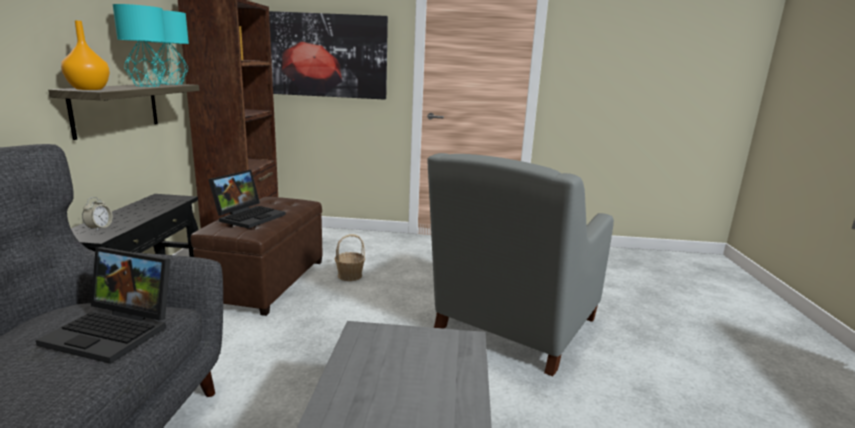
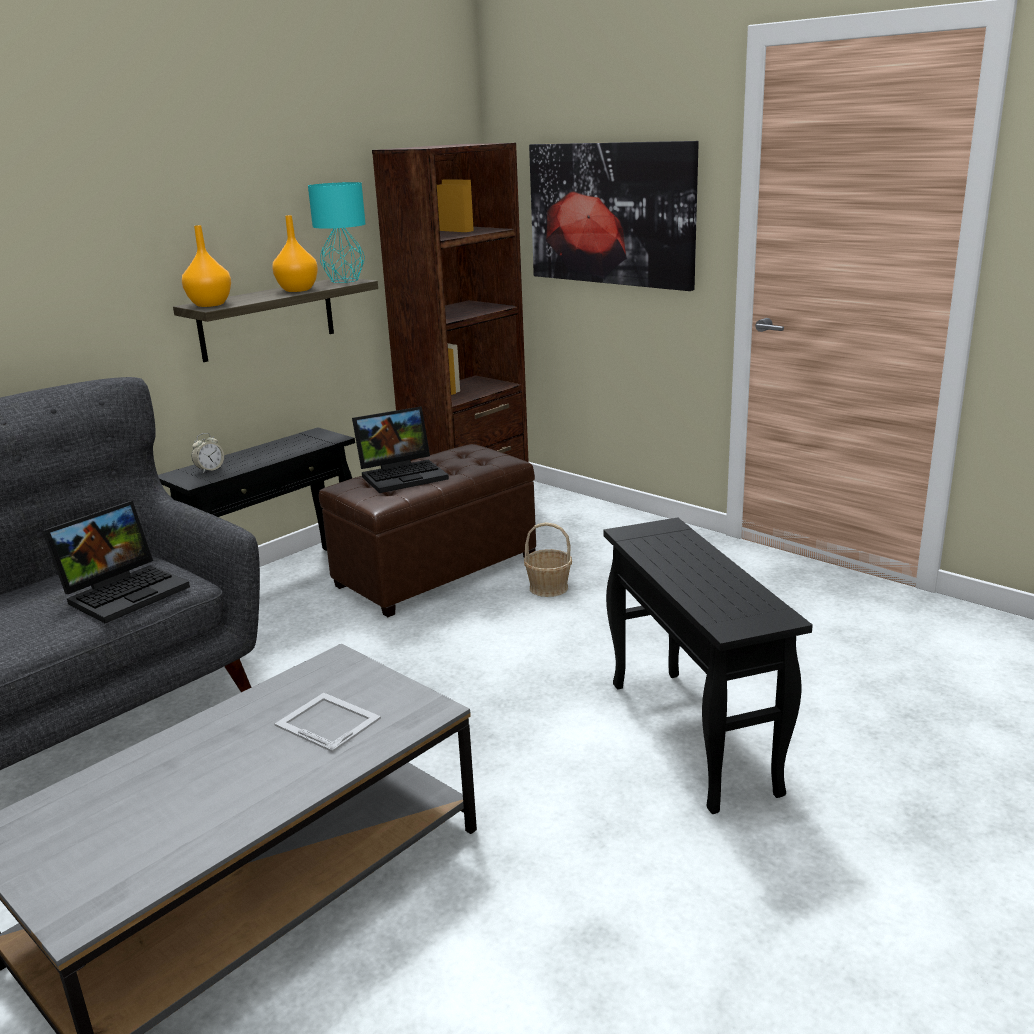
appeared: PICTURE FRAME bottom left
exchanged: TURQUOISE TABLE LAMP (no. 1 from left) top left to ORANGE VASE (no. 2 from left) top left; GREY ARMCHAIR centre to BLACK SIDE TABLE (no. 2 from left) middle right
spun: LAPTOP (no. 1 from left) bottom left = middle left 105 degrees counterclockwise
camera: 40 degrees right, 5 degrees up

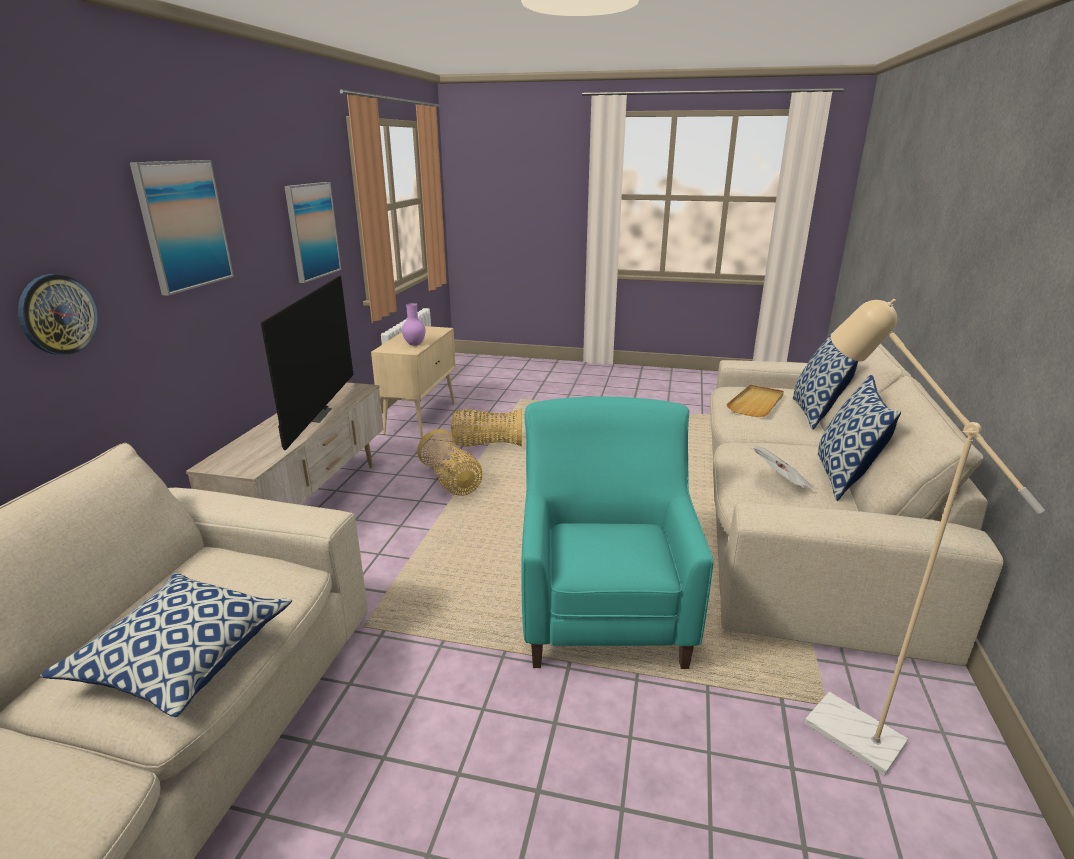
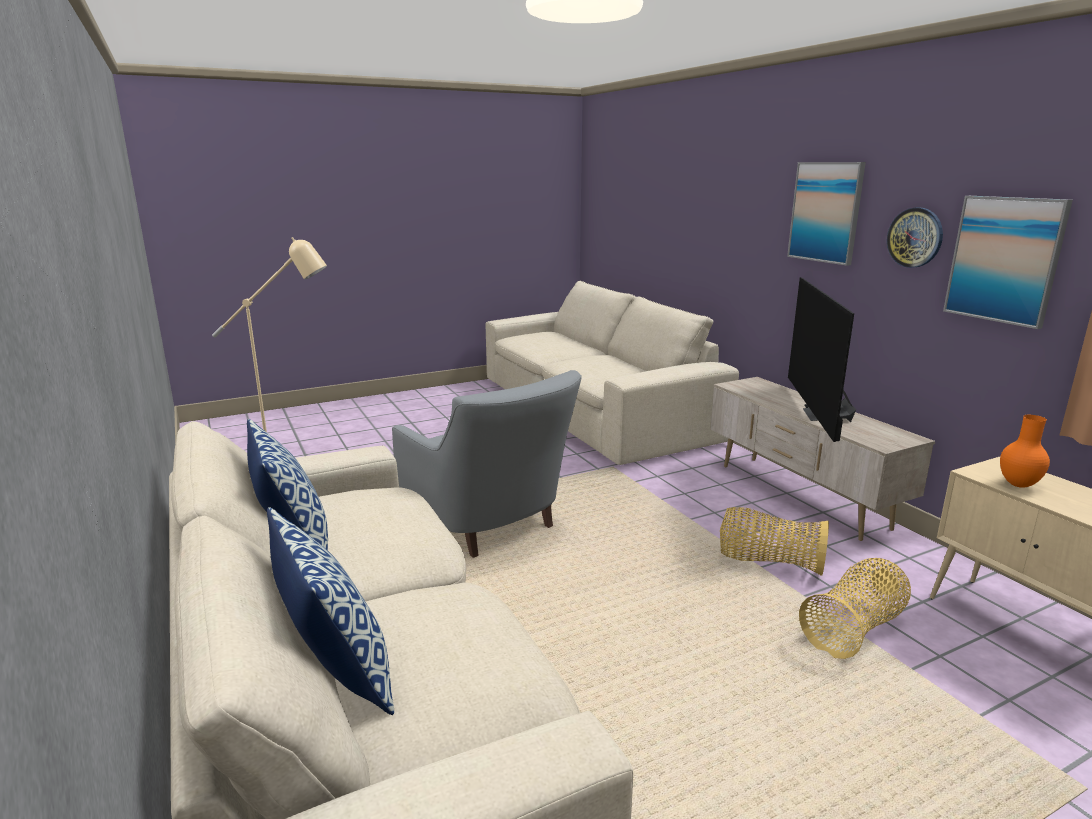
missing: PILLOW (no. 1 from left) bottom left; BEIGE TRAY middle right; NEWSPAPER middle right
relocated: WALL CLOCK middle left to top right
colour: PURPLE VASE centre to ORANGE VASE middle right; TURQUOISE ARMCHAIR centre to GREY ARMCHAIR centre
spun: TELEVISION middle left = middle right 45 degrees clockwise
camera: 140 degrees right, 5 degrees down

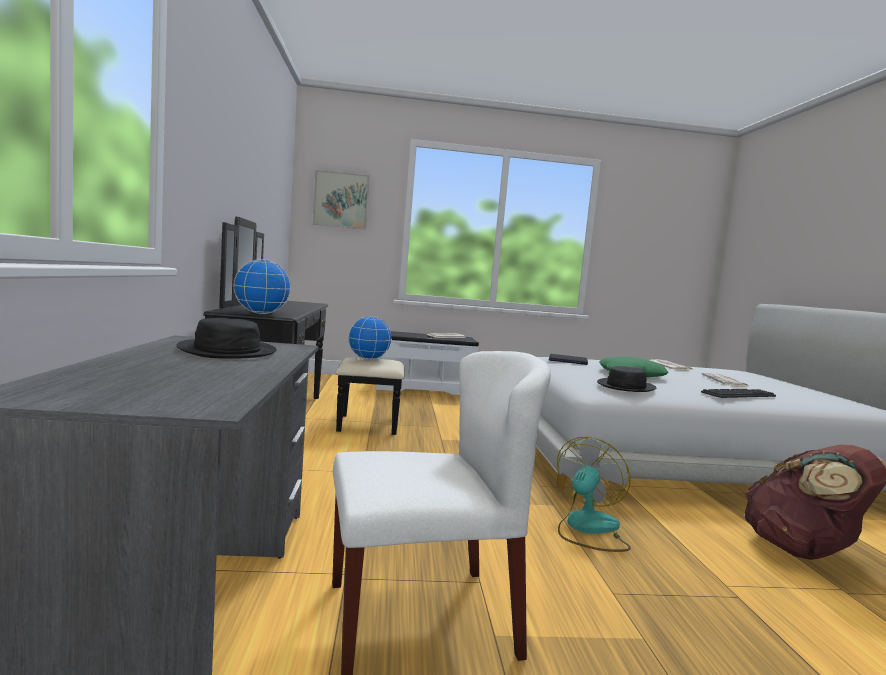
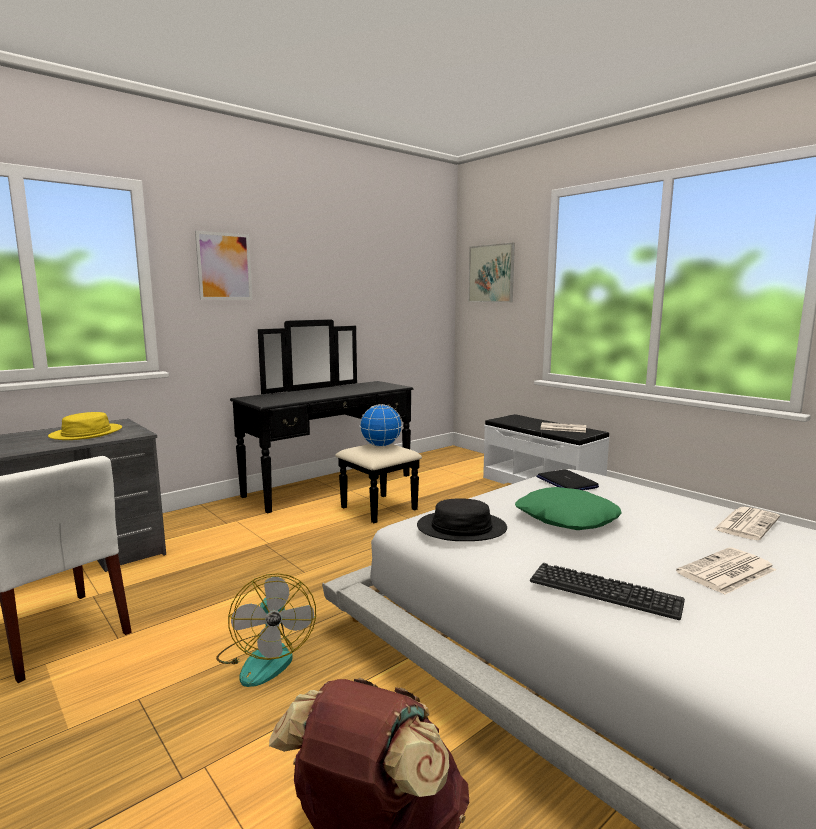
missing: GLOBE (no. 1 from left) middle left
appeared: PICTURE (no. 1 from left) top left
colour: BLACK HAT (no. 1 from left) middle left to YELLOW HAT middle left
spun: FAN bottom right = bottom left 75 degrees clockwise
camera: 55 degrees right, 5 degrees up

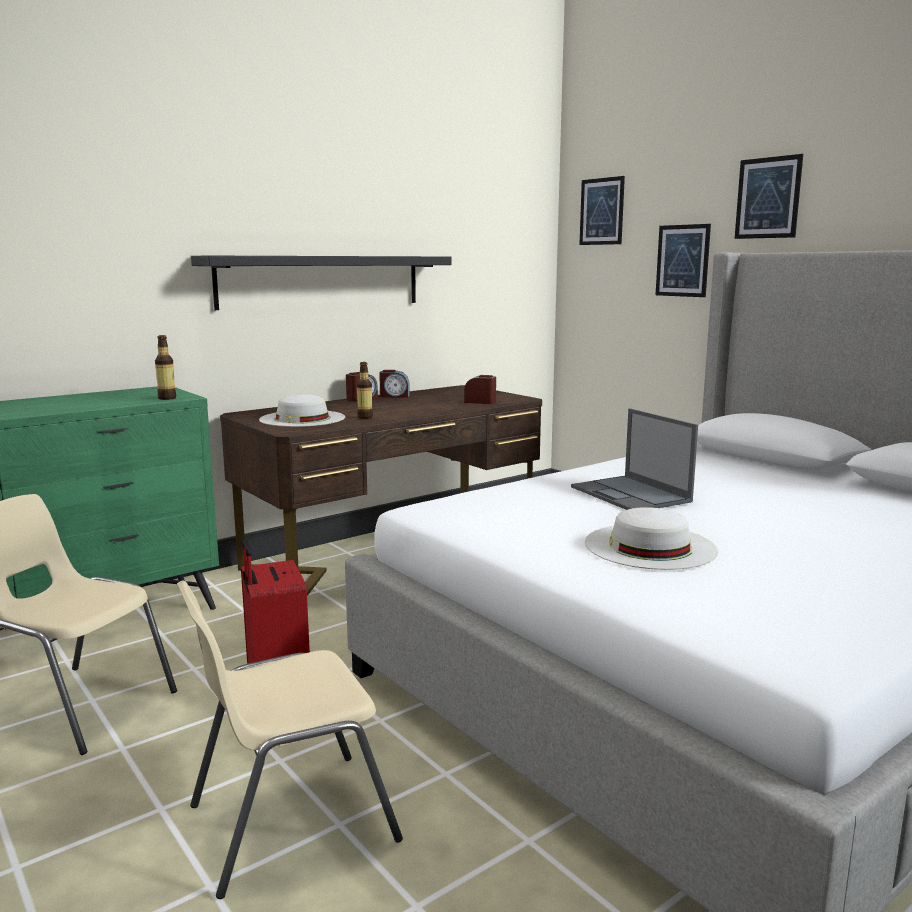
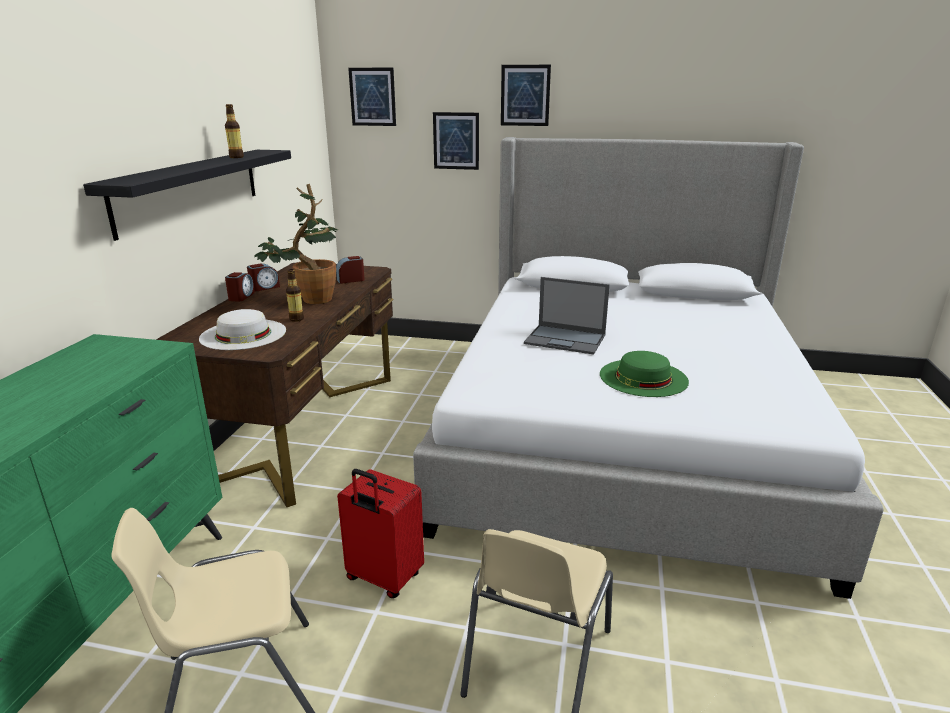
appeared: POTTED PLANT middle left
relocated: BOTTLE (no. 1 from left) middle left to top left
colour: WHITE HAT (no. 2 from left) middle right to GREEN HAT middle right
camera: 40 degrees left, 10 degrees up

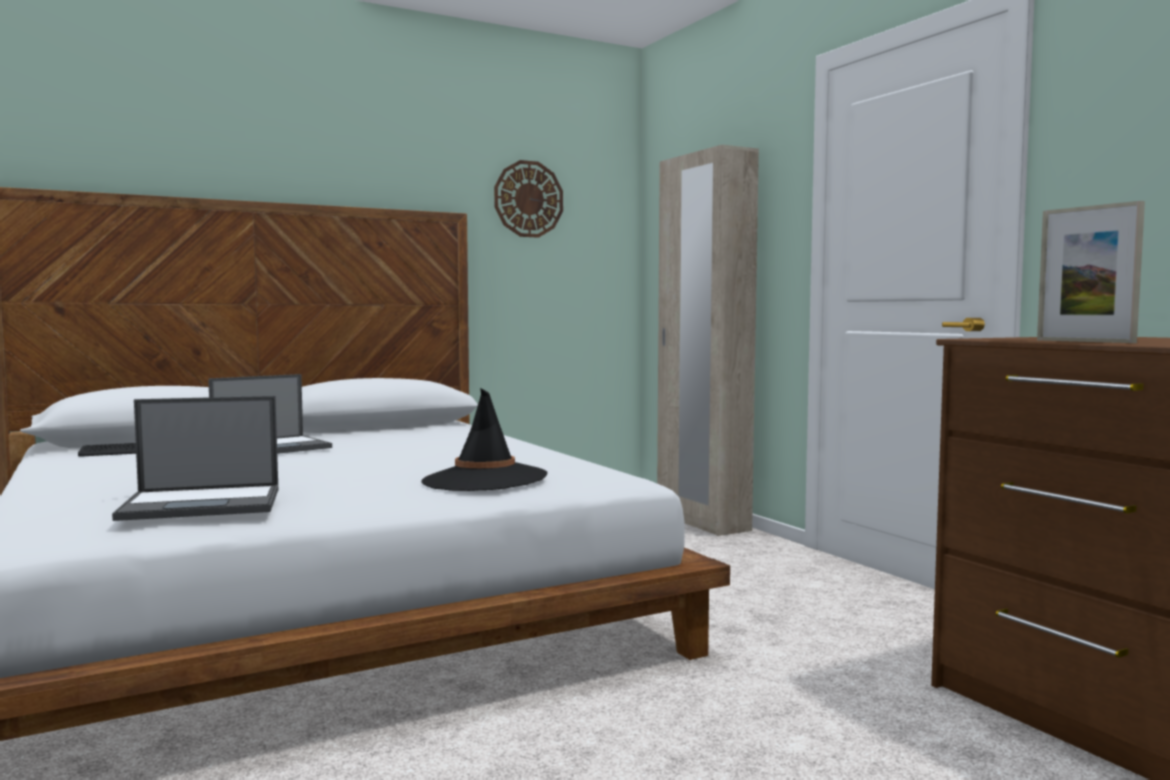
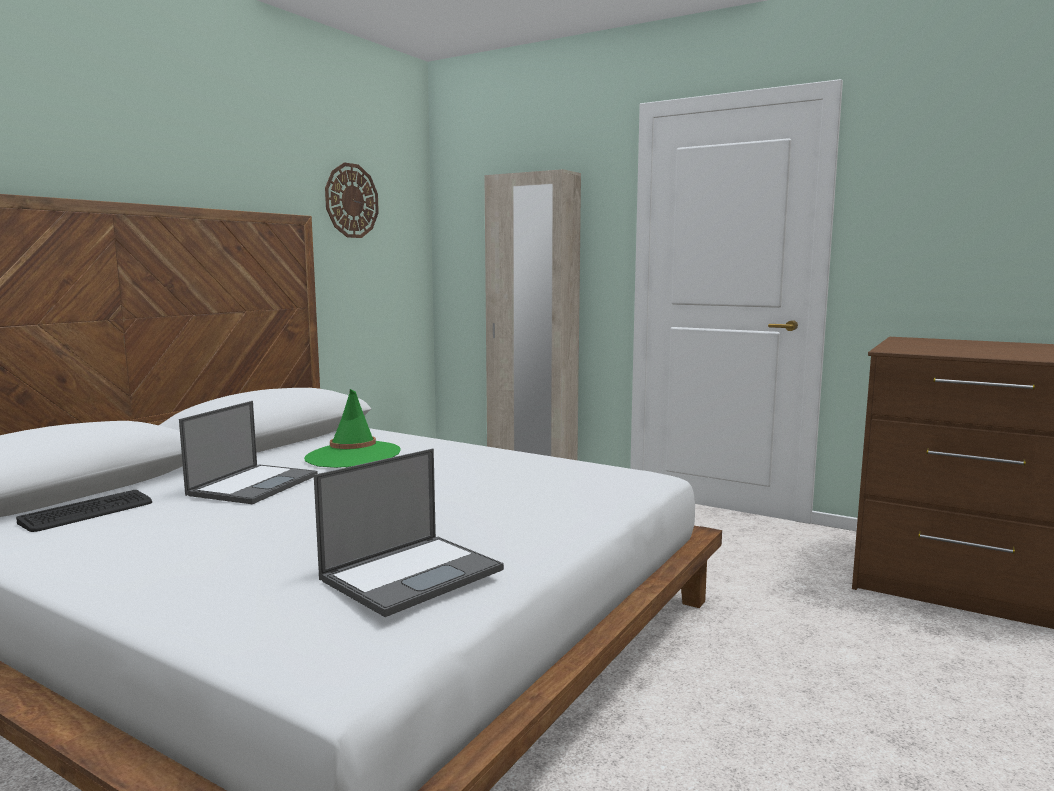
missing: BLACK HAT centre; PICTURE FRAME middle right
appeared: GREEN HAT centre
camera: 30 degrees left, 5 degrees up

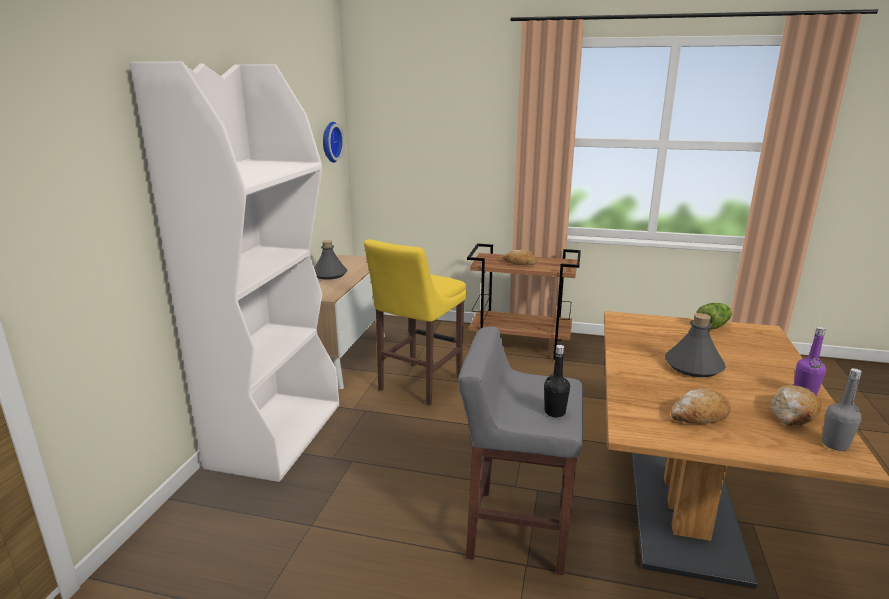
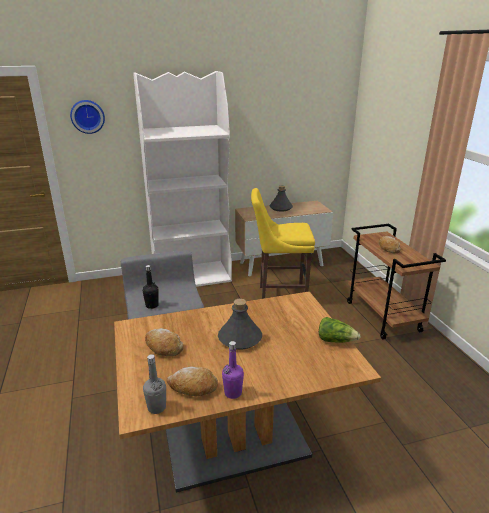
relocated: WALL CLOCK top centre to top left
camera: 60 degrees right, 5 degrees up

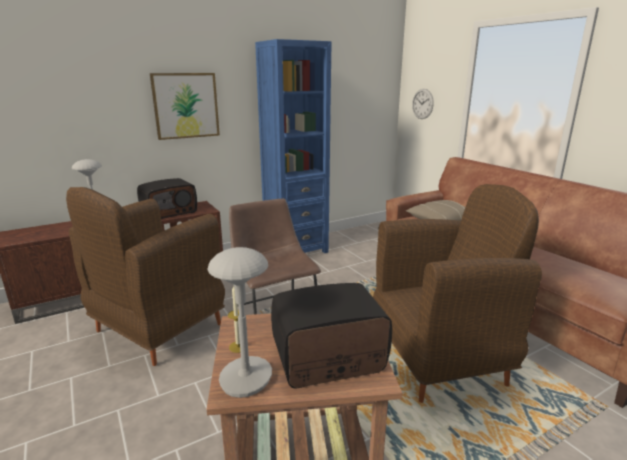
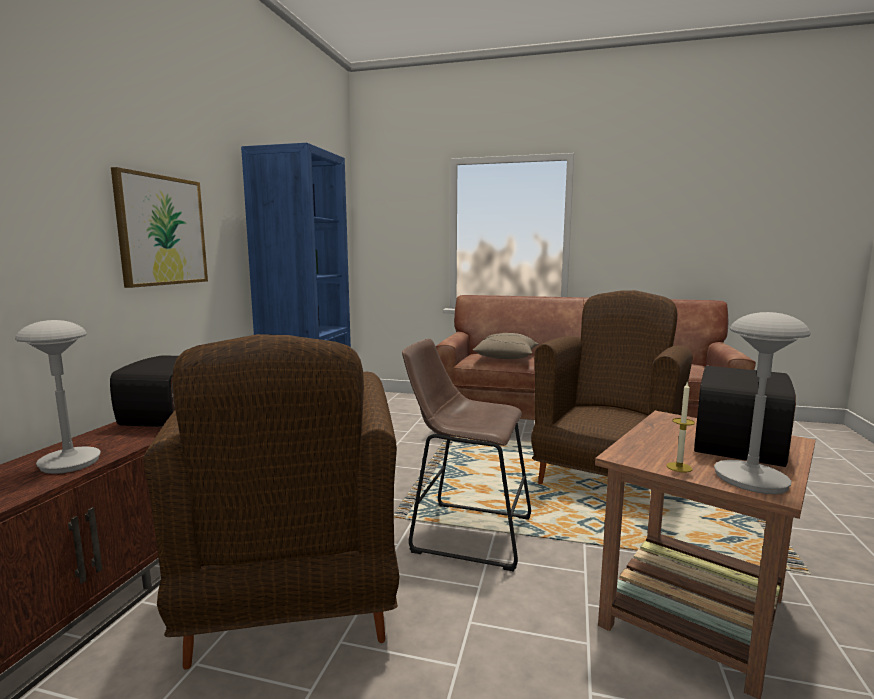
missing: WALL CLOCK top right
camera: 45 degrees left, 10 degrees down

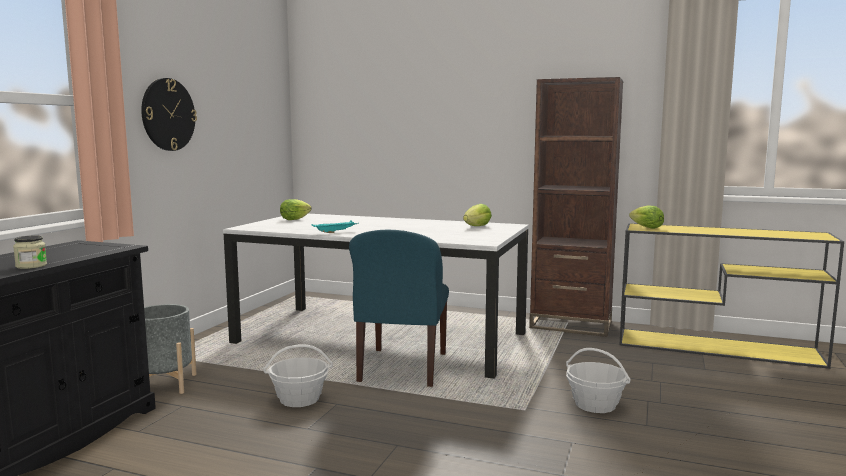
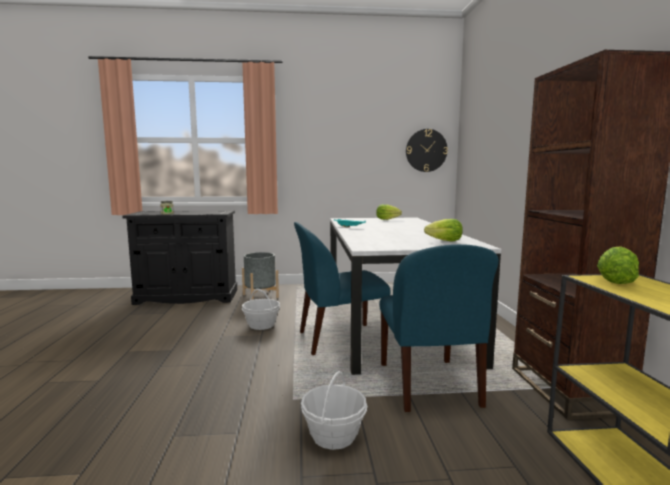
appeared: BLUE CHAIR (no. 2 from left) bottom centre
relocated: WALL CLOCK top left to top centre
camera: 65 degrees right, 0 degrees up

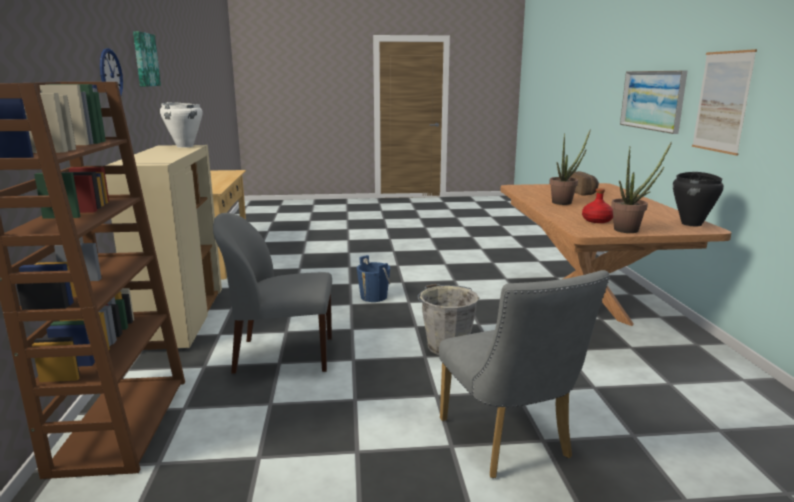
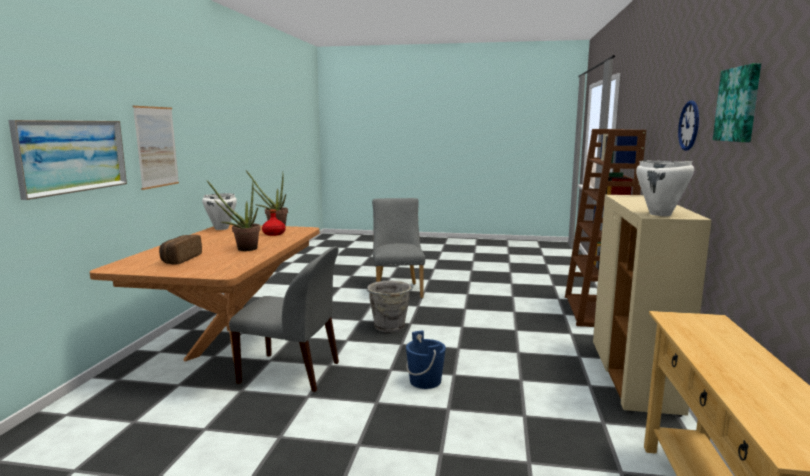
relocated: GREY CHAIR (no. 1 from left) centre to bottom centre
colour: BLACK COOKING POT middle right to WHITE COOKING POT (no. 1 from left) middle left
camera: 165 degrees left, 5 degrees down

